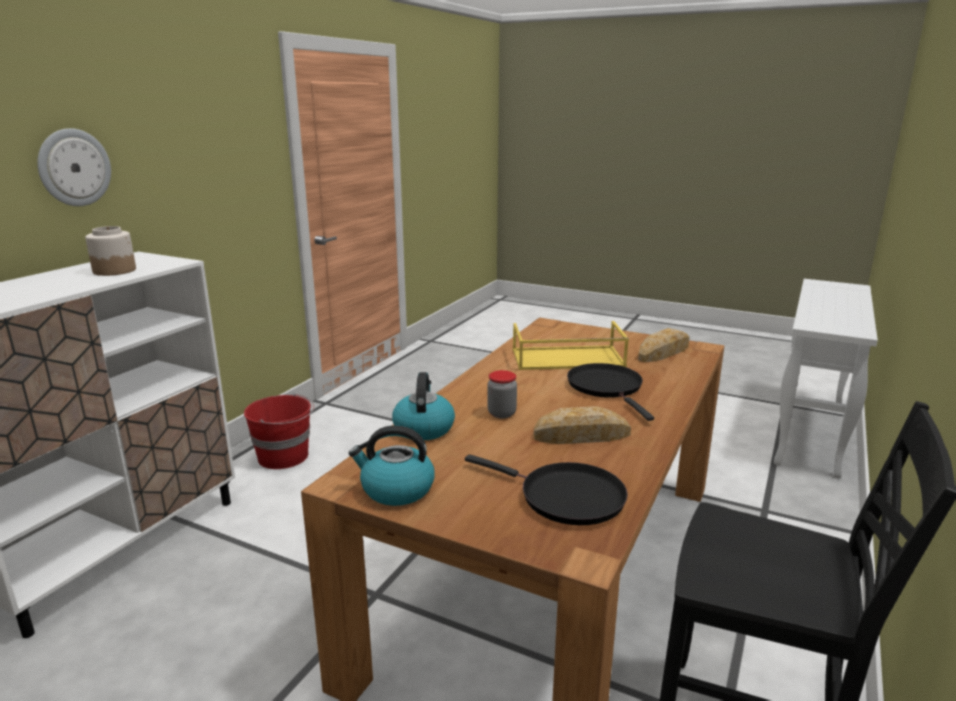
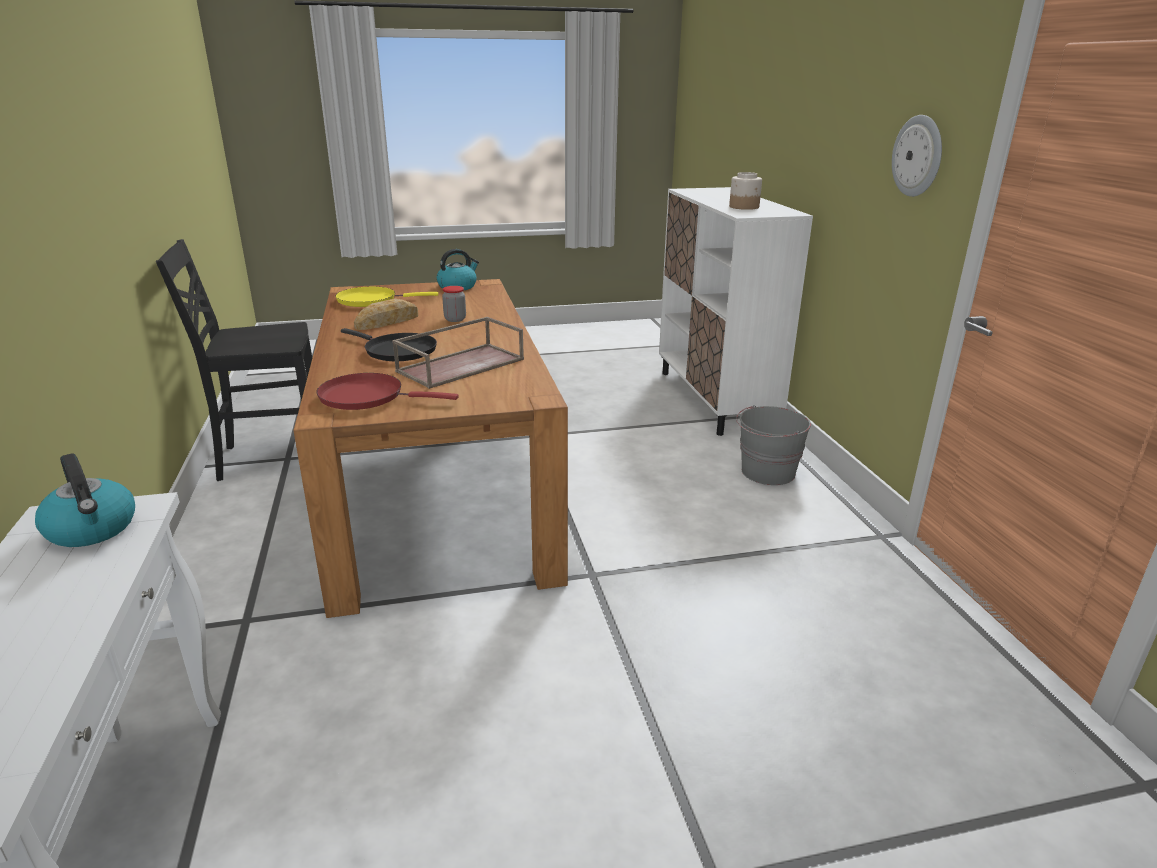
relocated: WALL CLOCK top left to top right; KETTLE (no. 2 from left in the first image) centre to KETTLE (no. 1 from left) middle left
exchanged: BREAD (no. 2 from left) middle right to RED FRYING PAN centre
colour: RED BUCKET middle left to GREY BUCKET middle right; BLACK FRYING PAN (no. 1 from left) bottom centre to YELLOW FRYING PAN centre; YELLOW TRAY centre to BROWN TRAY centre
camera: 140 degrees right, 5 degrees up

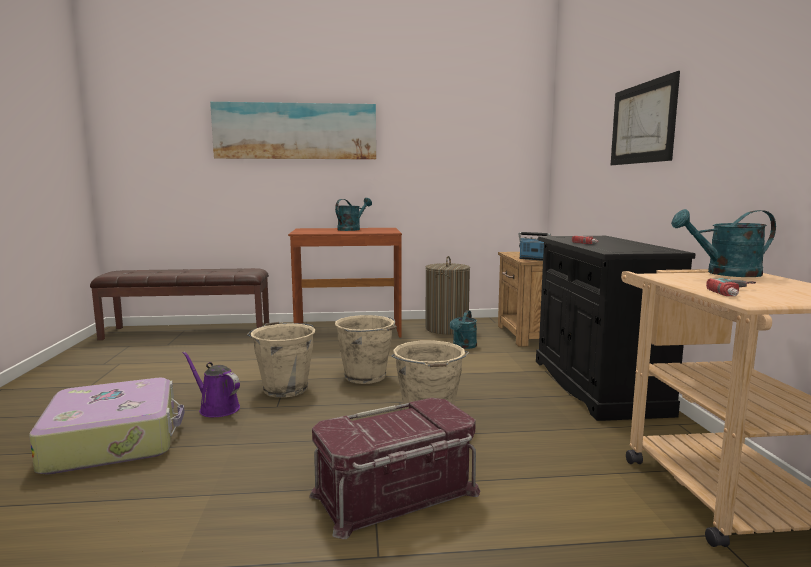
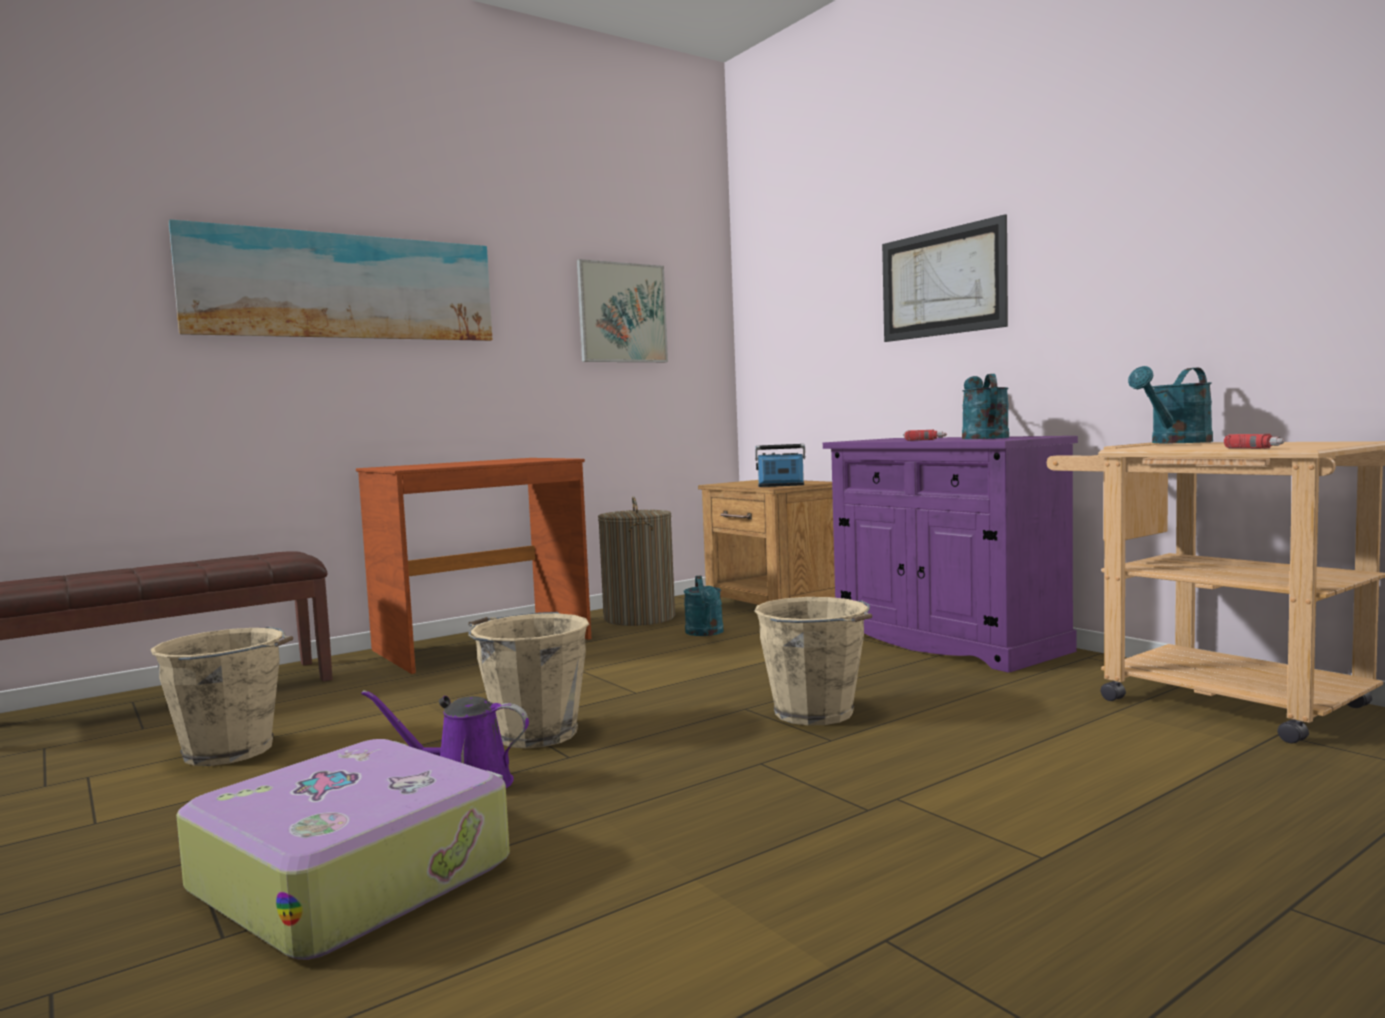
missing: RED STORAGE BOX bottom centre
appeared: PICTURE (no. 2 from left) top centre
relocated: TURQUOISE WATERING CAN (no. 1 from left in the first image) centre to TURQUOISE WATERING CAN (no. 2 from left) middle right; BEIGE BUCKET (no. 2 from left in the first image) centre to BEIGE BUCKET (no. 1 from left) bottom left
colour: BLACK CABINET middle right to PURPLE CABINET middle right
camera: 30 degrees left, 5 degrees down

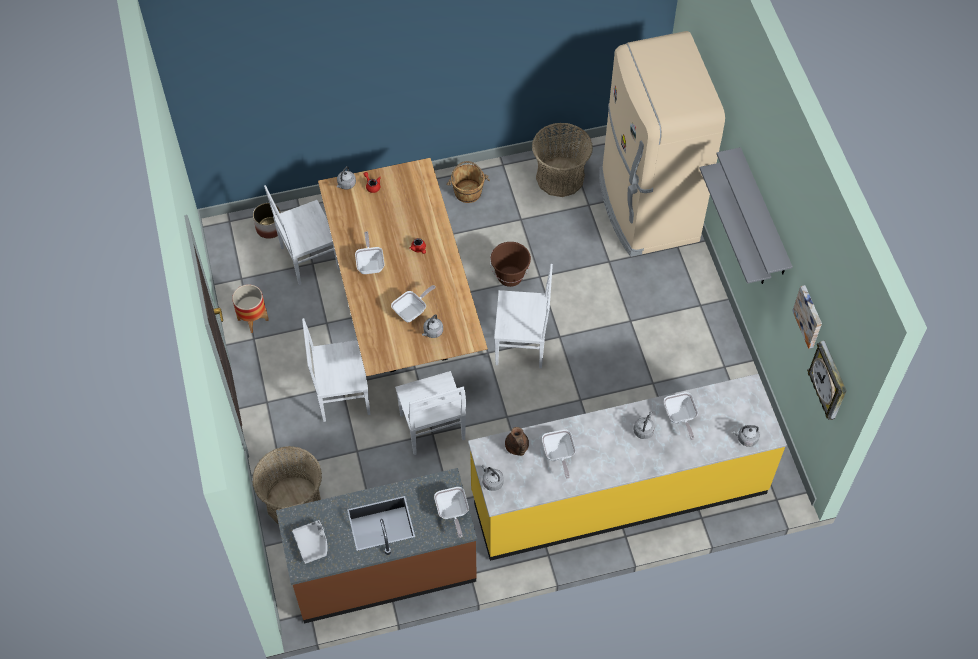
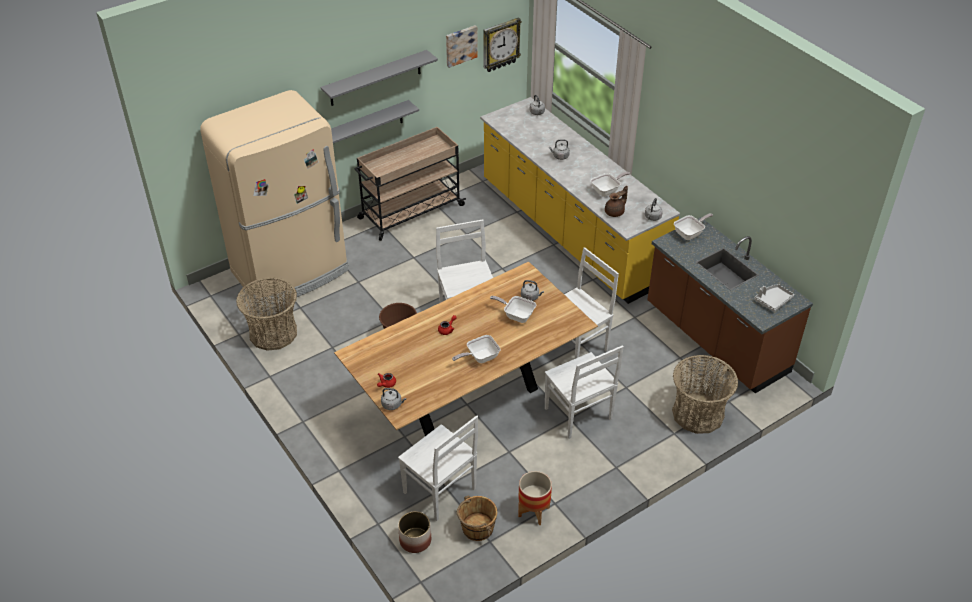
missing: FRYING PAN (no. 5 from left) middle right
appeared: BEIGE CART top centre
relocated: BROWN BUCKET (no. 1 from left in the first image) top centre to BROWN BUCKET (no. 2 from left) bottom centre
camera: 110 degrees left, 15 degrees down

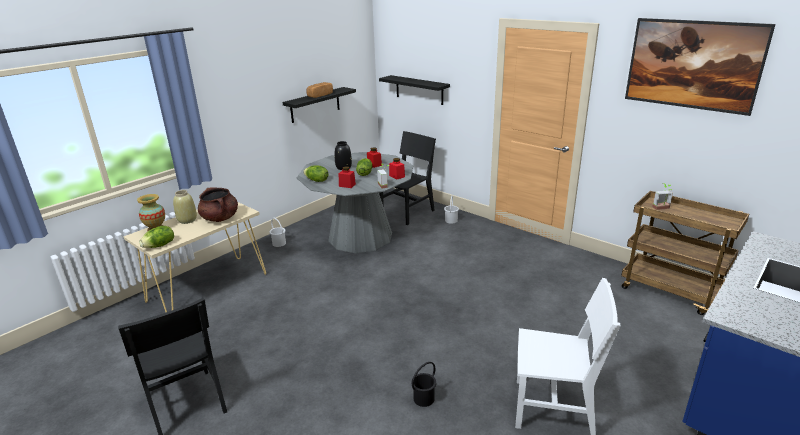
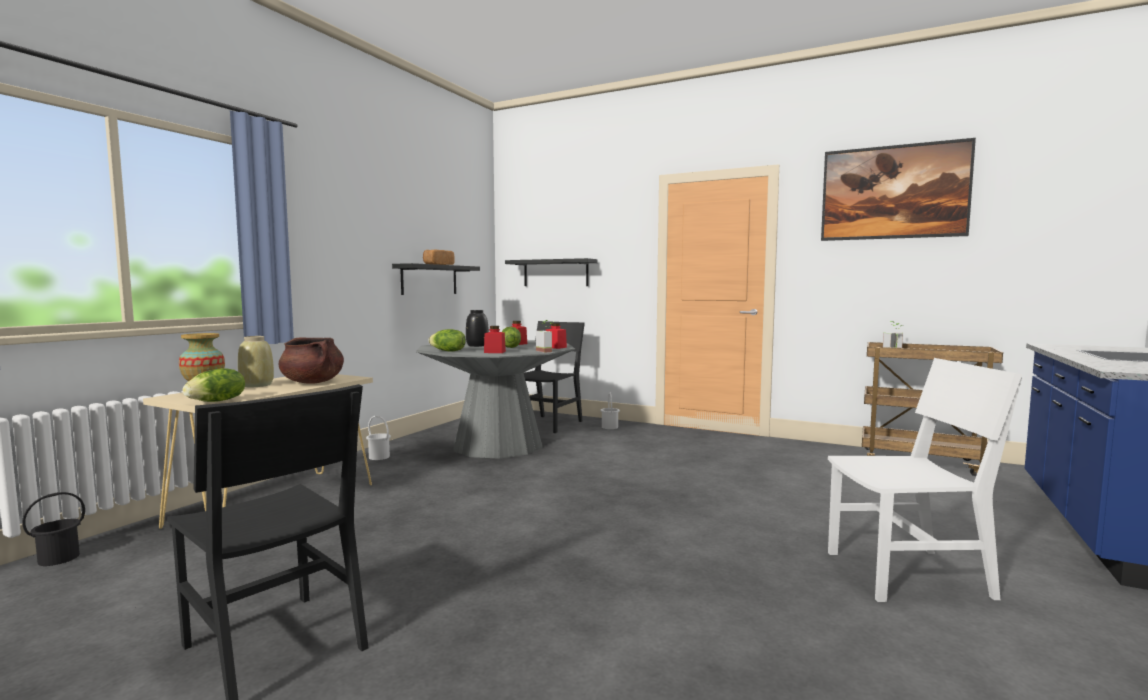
relocated: BLACK BUCKET bottom centre to bottom left
camera: 15 degrees left, 20 degrees down

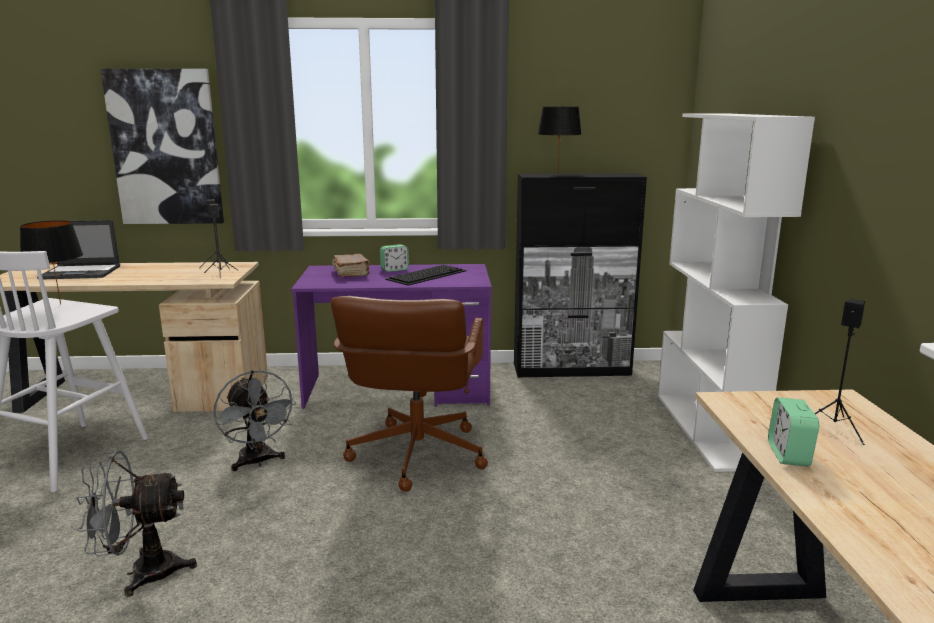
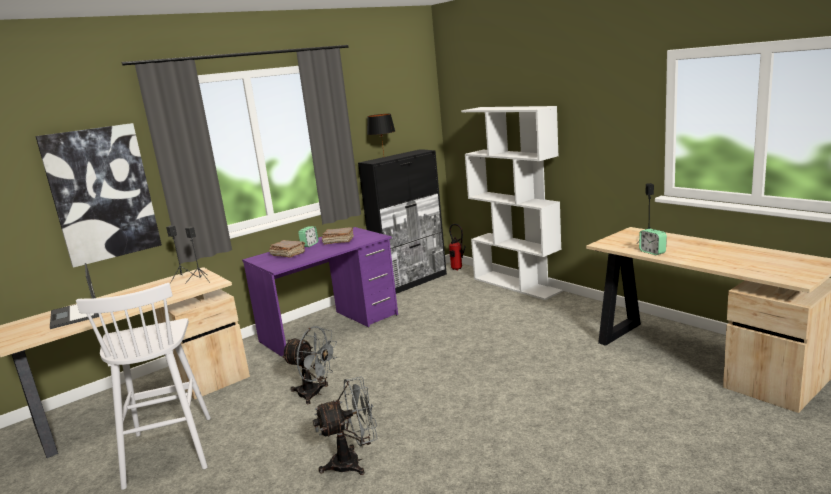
missing: BLACK TABLE LAMP (no. 1 from left) middle left; BROWN OFFICE CHAIR centre
appeared: FIRE EXTINGUISHER centre
exchanged: KEYBOARD centre to BROWN BOOK (no. 2 from left) centre
spun: LAPTOP middle left = middle left 105 degrees clockwise; GREY FAN (no. 1 from left in the first image) bottom left = bottom centre 150 degrees counterclockwise
camera: 35 degrees left, 0 degrees up

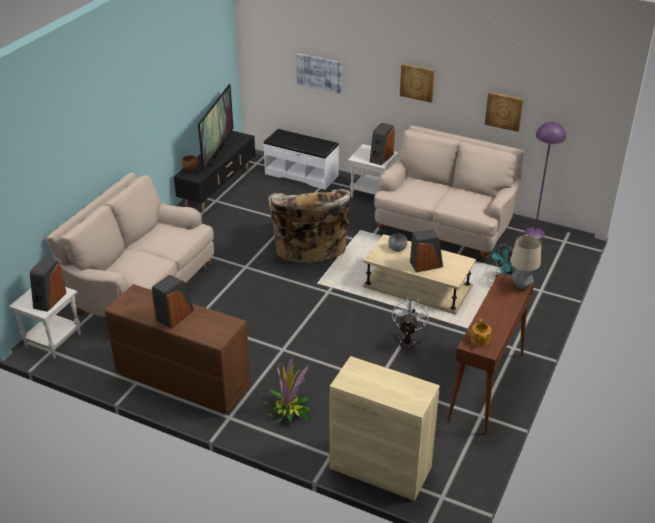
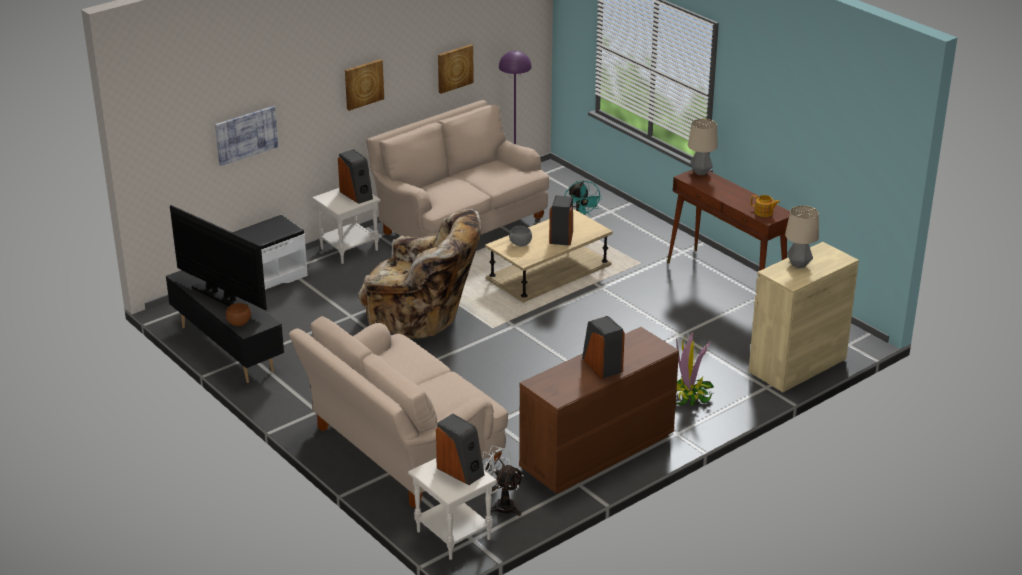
appeared: TABLE LAMP (no. 2 from left) middle right
relocated: WHITE FAN centre to bottom centre
camera: 65 degrees left, 5 degrees down

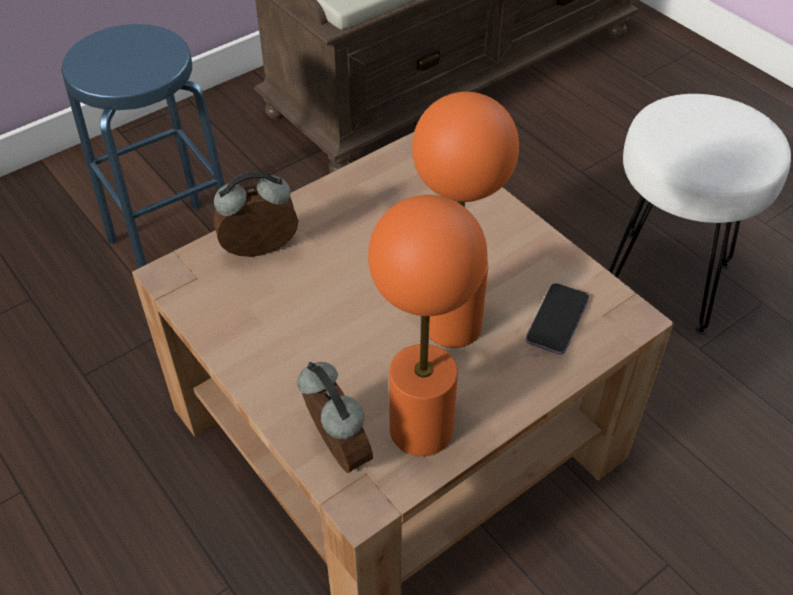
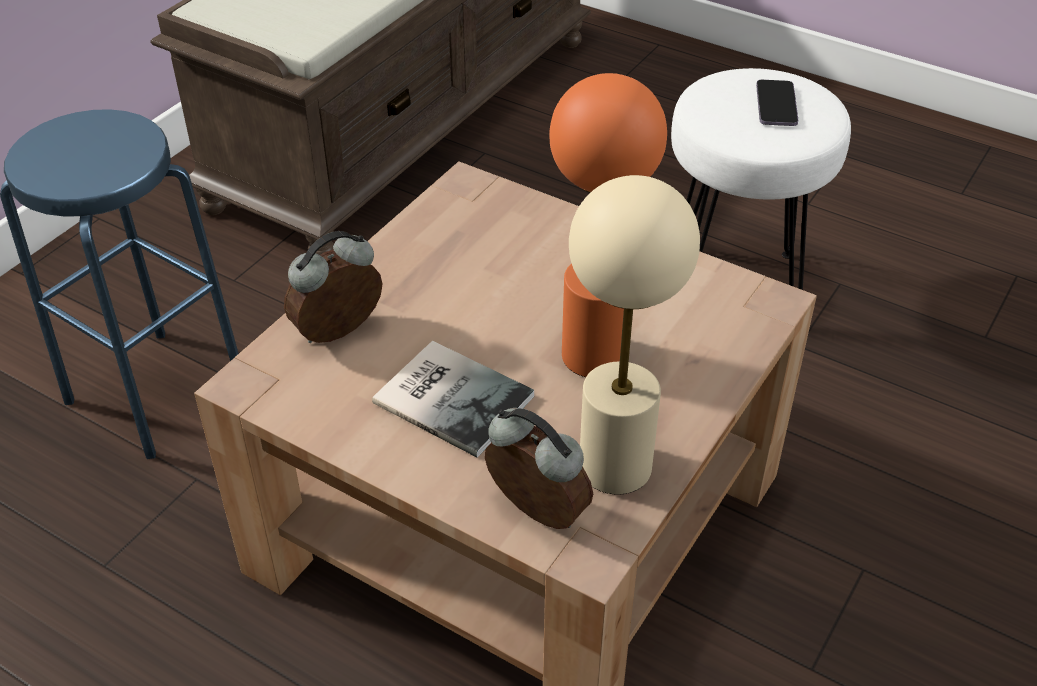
appeared: BOOK centre
relocated: PHONE middle right to top right
colour: ORANGE TABLE LAMP (no. 1 from left) centre to BEIGE TABLE LAMP centre
camera: 20 degrees left, 5 degrees down

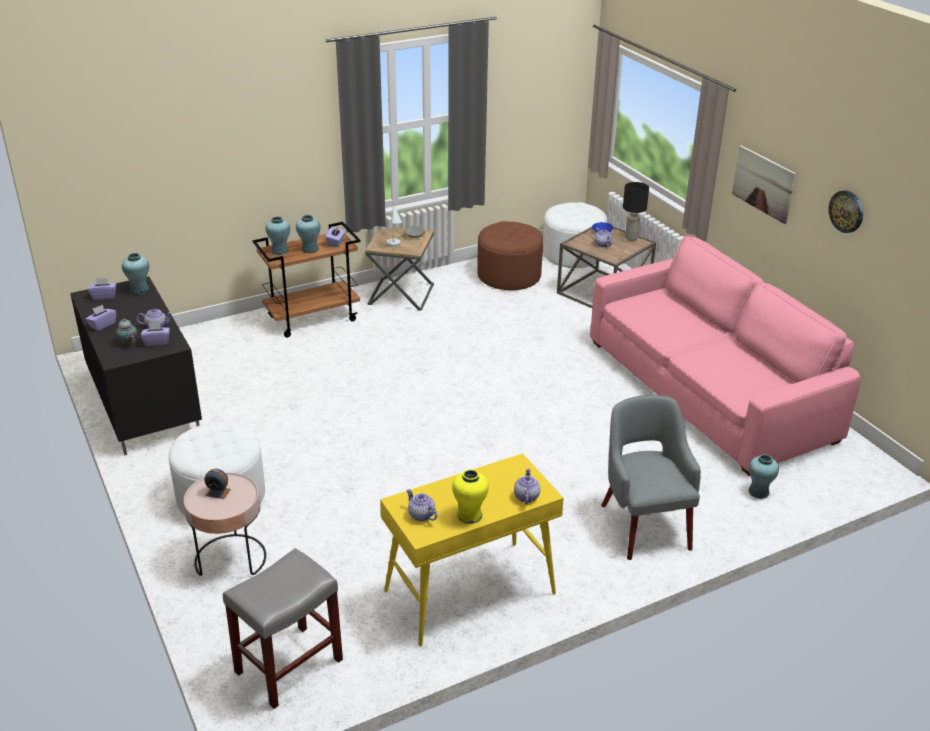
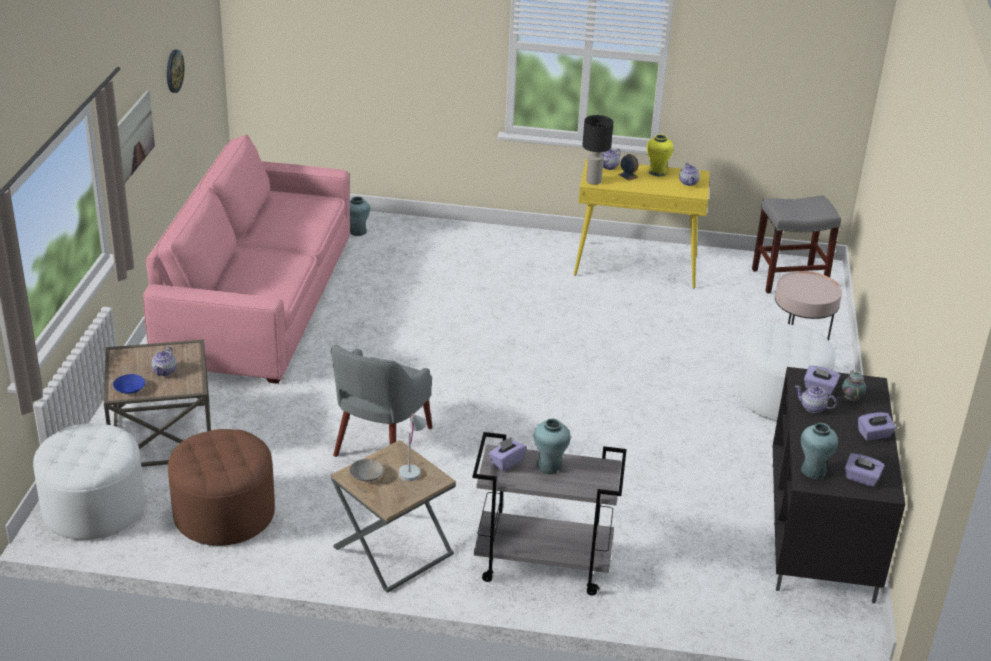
missing: TURQUOISE VASE (no. 2 from left) top left
relocated: ALARM CLOCK middle left to top centre; GREY ARMCHAIR middle right to centre; BLACK TABLE LAMP top right to top centre
colour: BROWN CART middle left to GREY CART bottom centre
camera: 145 degrees left, 0 degrees up

